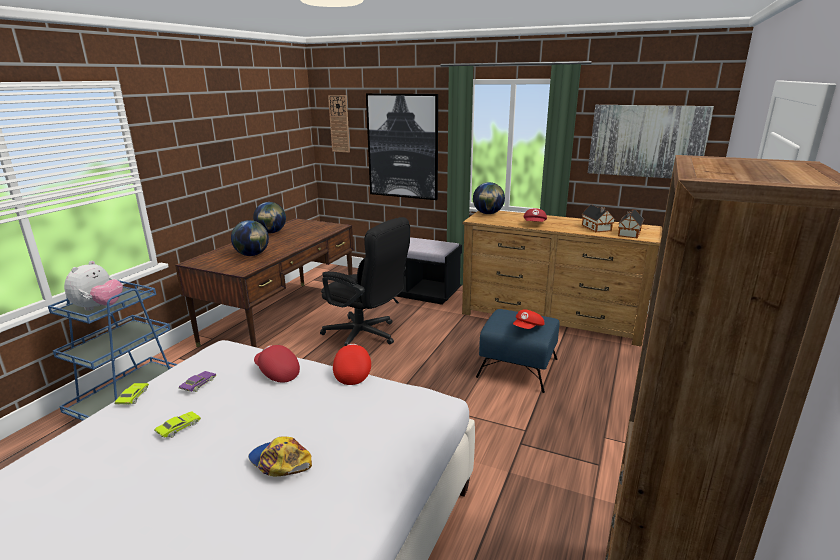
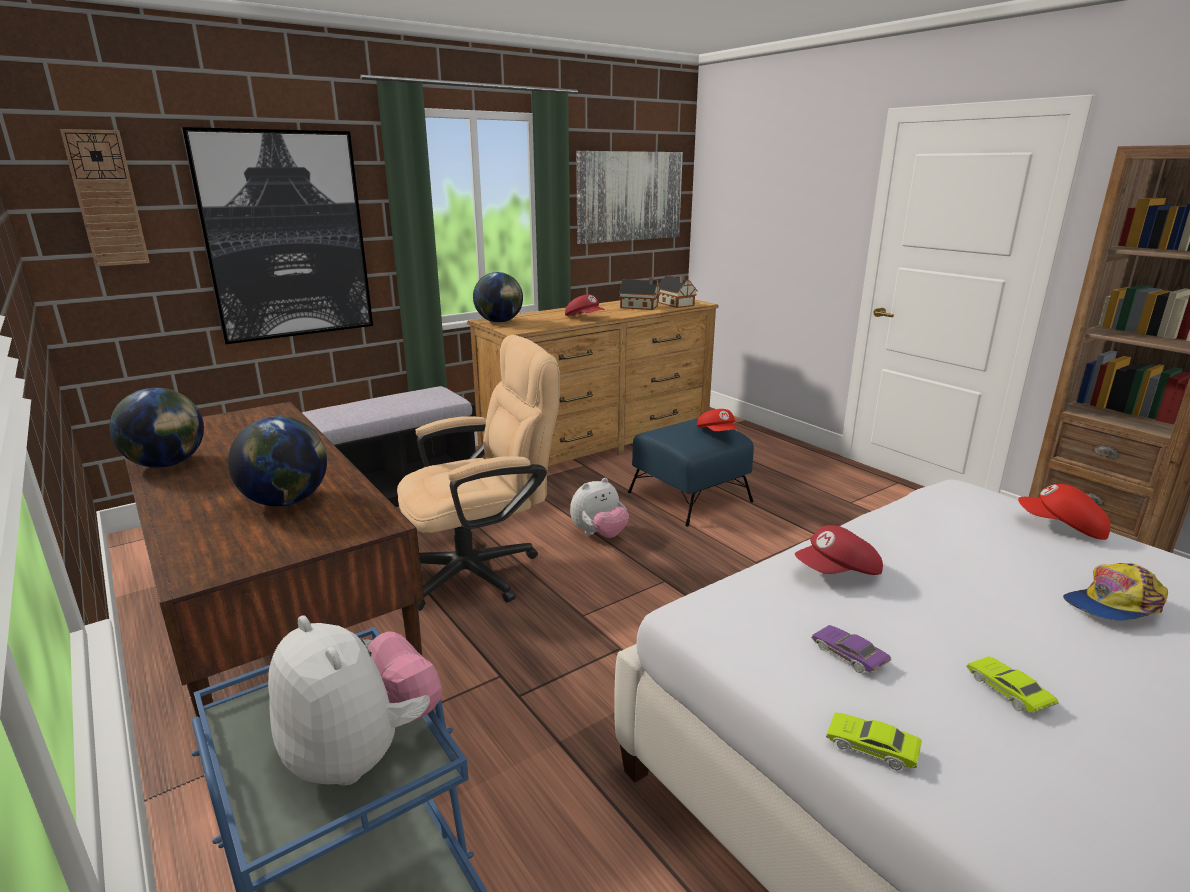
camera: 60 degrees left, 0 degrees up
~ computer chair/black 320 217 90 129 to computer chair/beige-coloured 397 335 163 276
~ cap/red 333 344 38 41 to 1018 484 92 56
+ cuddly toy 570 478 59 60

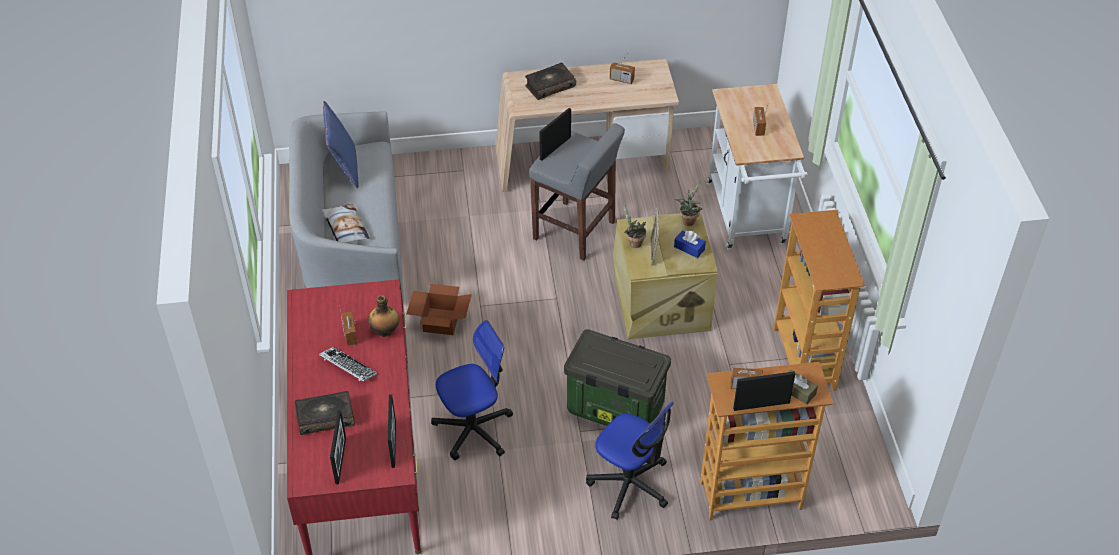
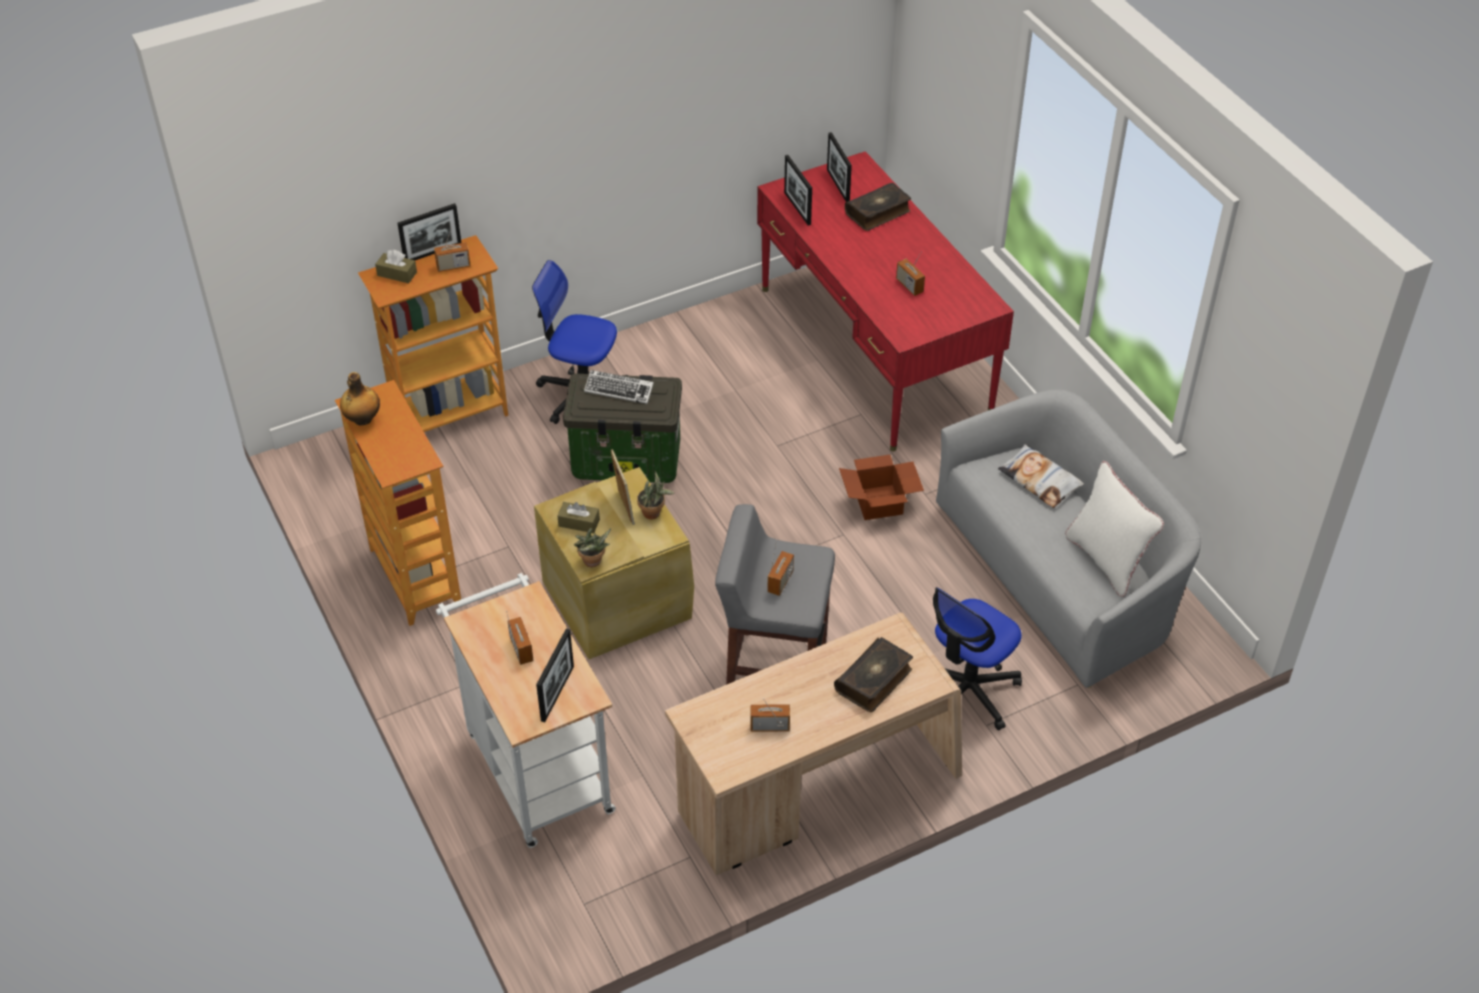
camera: 160 degrees right, 0 degrees up
~ throw pillow/blue-coloured 323 101 36 87 to throw pillow/white-coloured 1065 461 99 136
~ standing frame 539 108 32 53 to 536 628 38 94
~ box of tissues/blue-coloured 674 230 32 28 to box of tissues/brown 557 502 43 31
~ bottle 368 295 31 42 to 340 372 40 53
~ computer chair 431 320 82 140 to 933 587 89 143
~ PC keyboard 319 347 58 35 to 584 370 70 34
+ radio 767 540 27 56

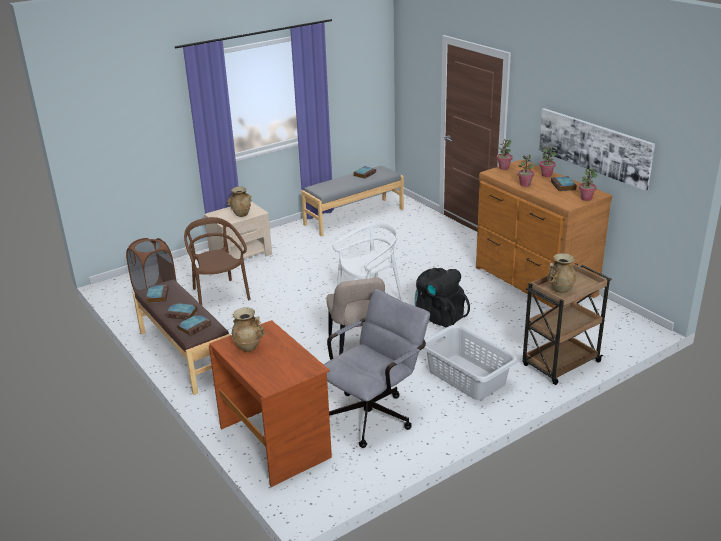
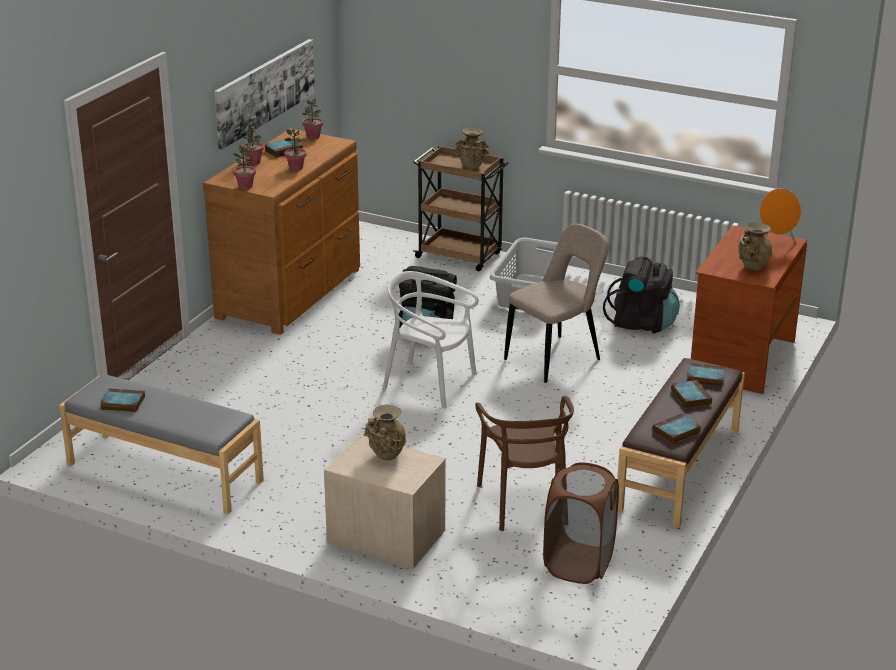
camera: 120 degrees left, 0 degrees up
~ chair/brown 184 217 67 88 = 475 396 99 135 45 degrees counterclockwise
~ computer chair/gray 323 289 107 159 to rucksack/black 603 256 77 77
+ loudspeaker/orange-coloured 760 188 41 56

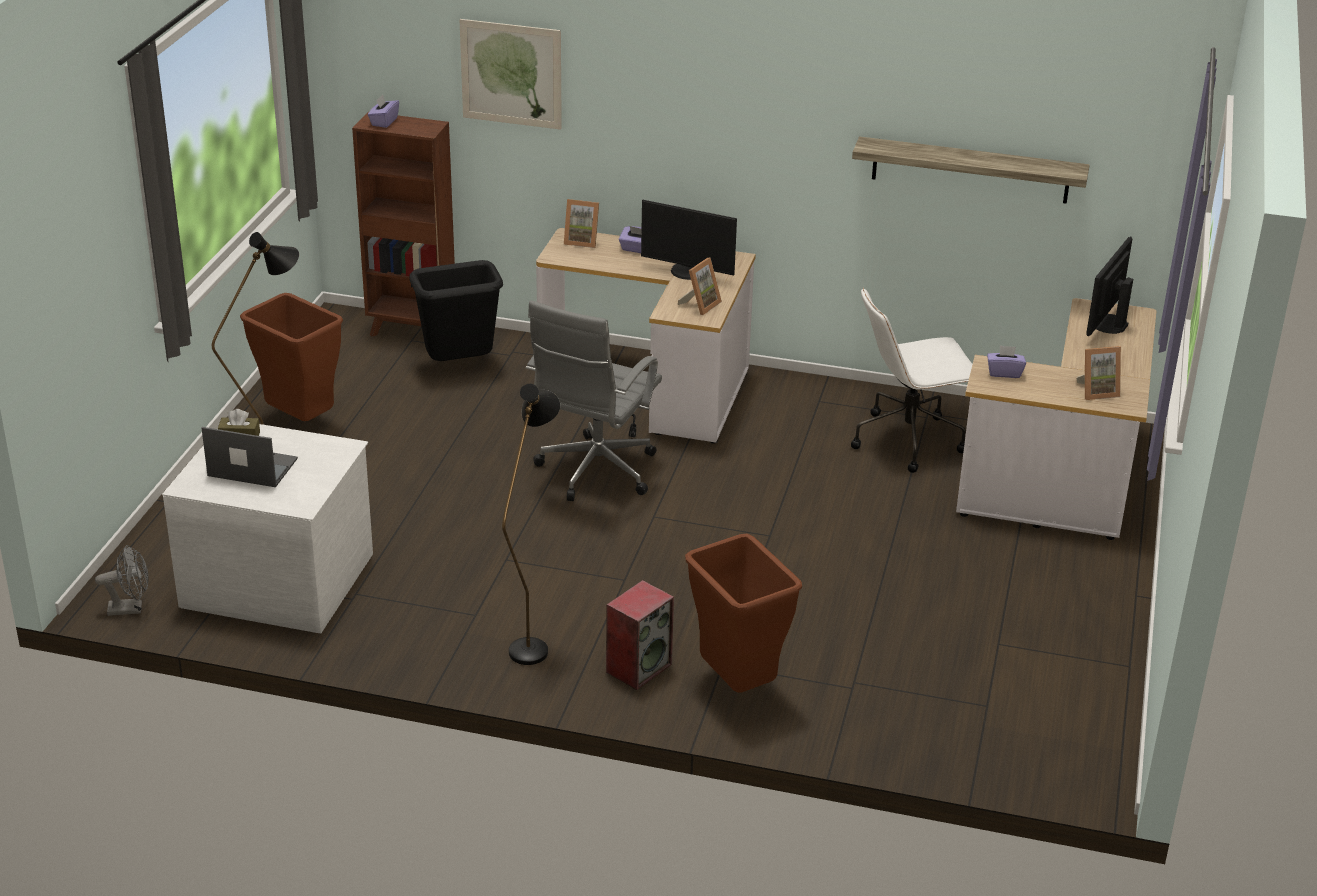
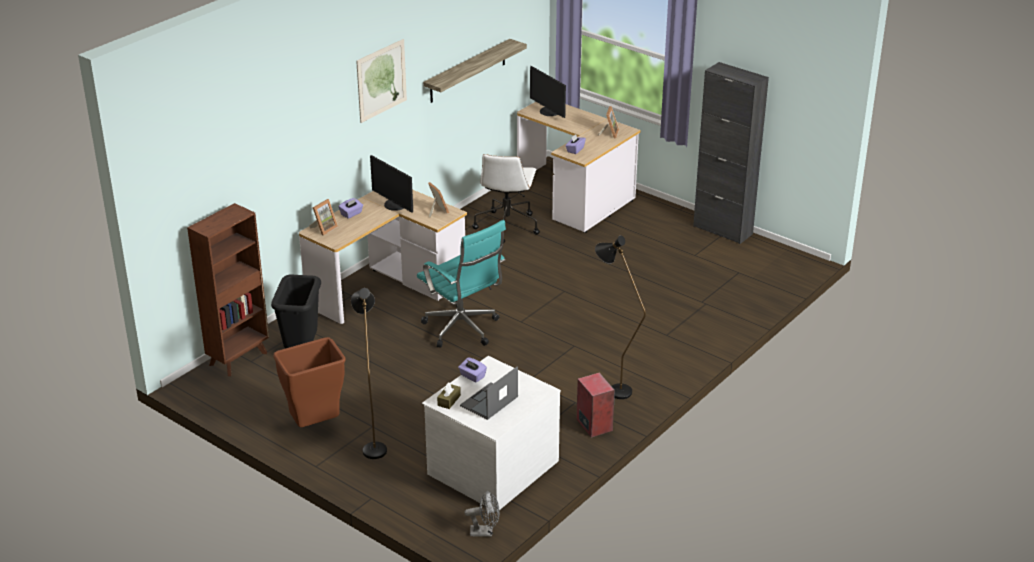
camera: 65 degrees left, 0 degrees up
~ picture 460 19 102 111 to 356 39 51 84
~ box of tissues/purplish 368 95 31 33 to 458 358 29 25
~ computer screen 641 200 96 80 = 370 155 43 58 90 degrees clockwise
~ computer chair/gray 526 301 136 200 to computer chair/blue-green 417 220 89 128
- waste bin/brown 685 534 117 159
~ electric fan/gray 95 545 54 71 = 464 491 36 46 75 degrees clockwise
~ loudspeaker 606 580 68 110 to 576 372 39 66
+ storage cabinet/black 693 62 76 182

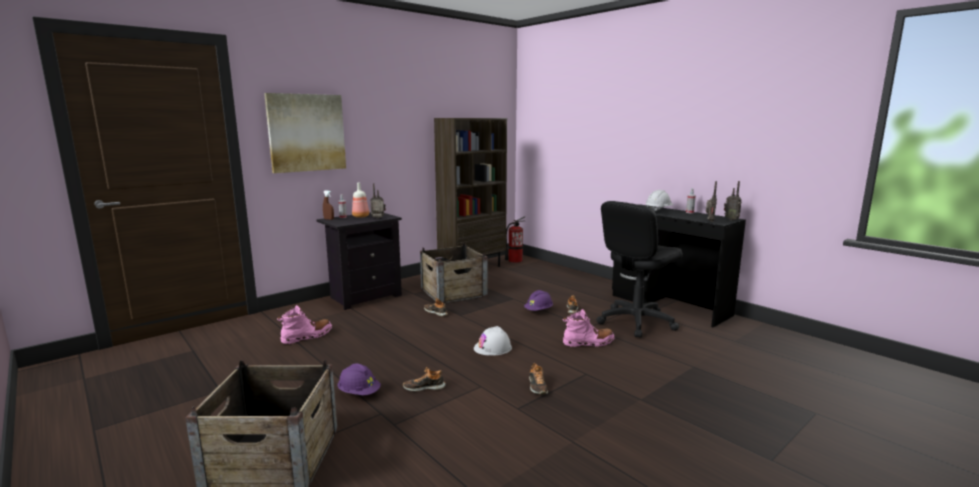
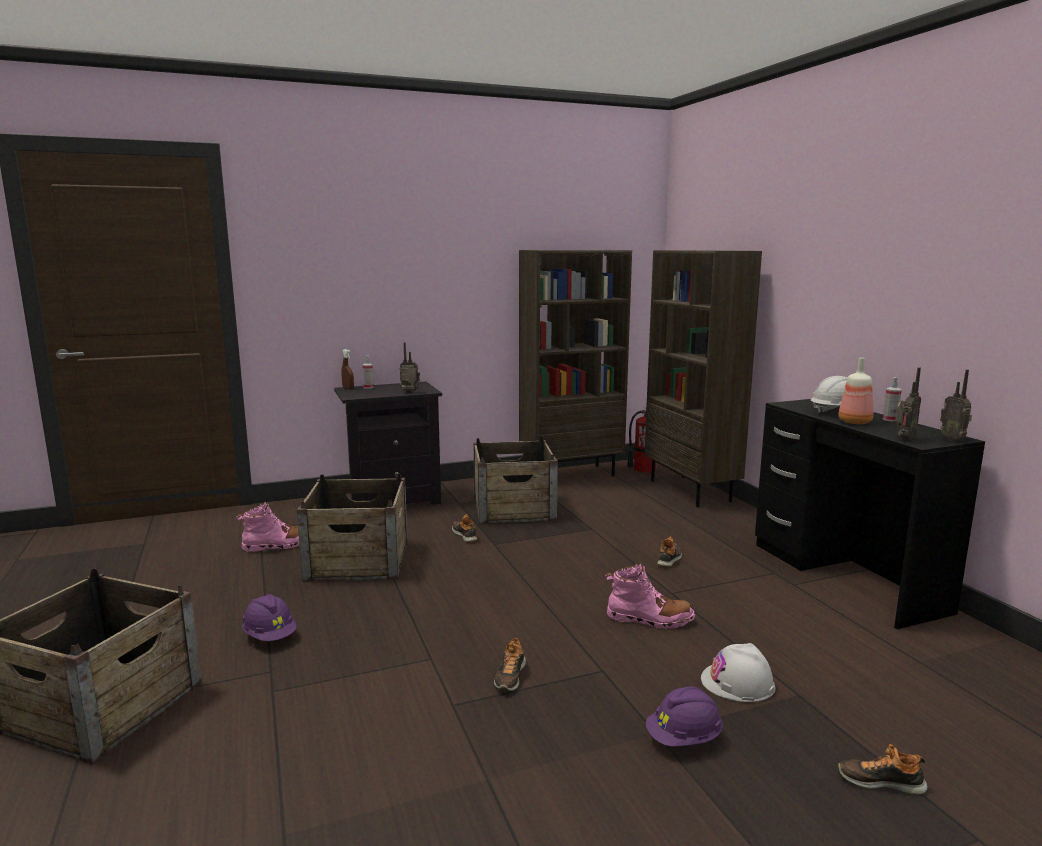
camera: 20 degrees right, 0 degrees up
- picture 264 93 82 80
~ bottle 352 183 17 35 to 838 358 35 66
- computer chair/black 596 201 87 137
~ work helmet/purplish 524 290 29 21 to 646 686 77 61
~ work helmet/white-coloured 474 326 38 30 to 701 643 75 59
~ item of footwear 403 367 43 24 to 838 744 90 50
+ bookcase/brown 644 250 118 257
+ packing crate 297 473 111 109

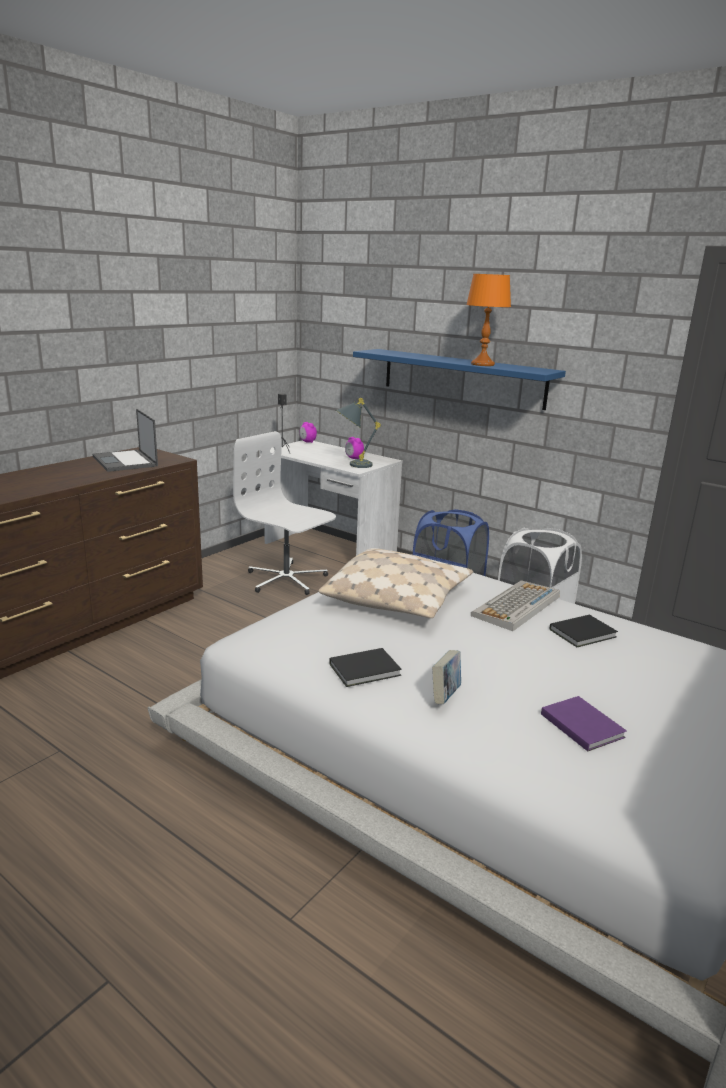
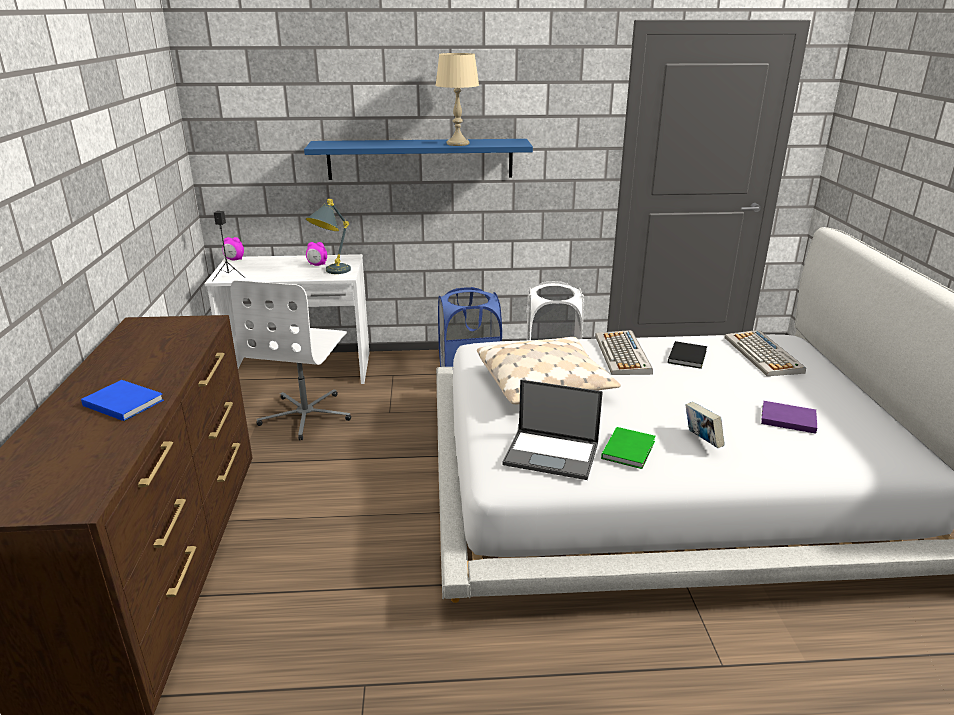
camera: 40 degrees left, 5 degrees up
~ tabletop lamp/orange-coloured 466 274 45 92 to tabletop lamp/beige-coloured 435 53 44 93
~ notebook computer 92 409 66 63 to 503 380 100 100
~ computer chair/white-coloured 233 431 103 164 = 231 280 120 160 75 degrees counterclockwise
~ book/black 329 648 73 39 to book/green-coloured 601 427 55 42
+ PC keyboard 725 330 81 46
+ book/blue-coloured 81 380 83 41

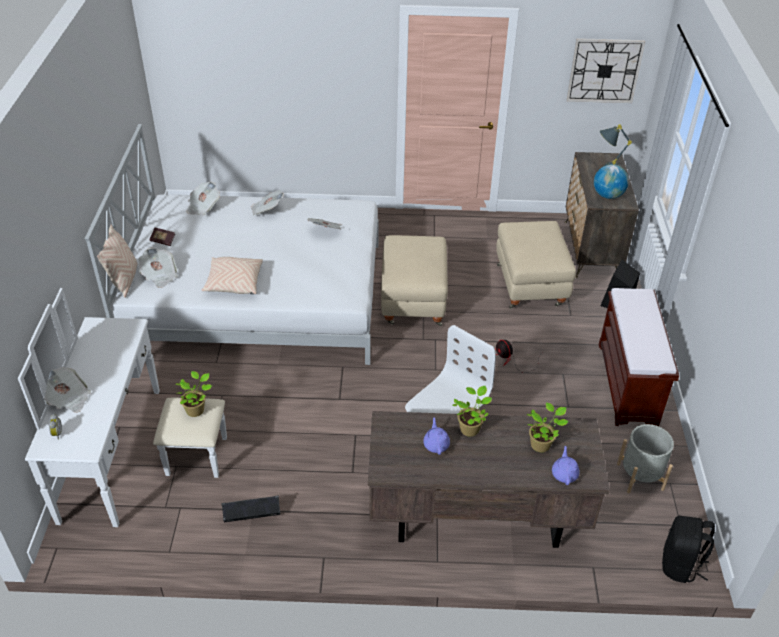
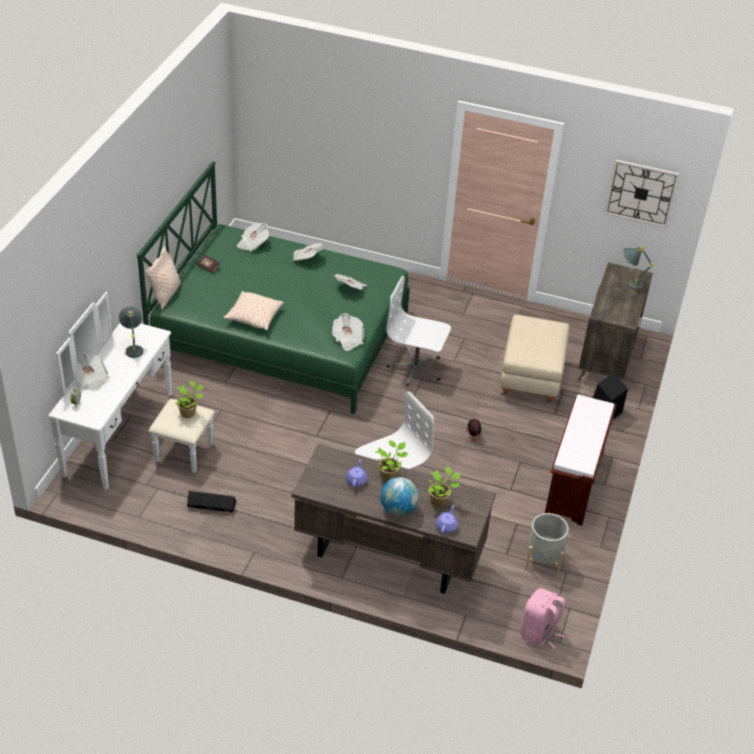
camera: 15 degrees right, 0 degrees up
~ bedroom bed/white-coloured 85 124 294 241 to bedroom bed/green-coloured 137 161 273 253
~ world globe 594 164 35 35 to 380 477 39 39
~ ottoman/beige-coloured 381 235 67 91 to computer chair/white-coloured 386 276 65 110
~ printed paper 138 247 40 41 to 332 313 32 38
~ rucksack/black 662 516 53 67 to rucksack/pink-coloured 520 588 45 61
+ tabletop lamp/gray 119 306 24 52

